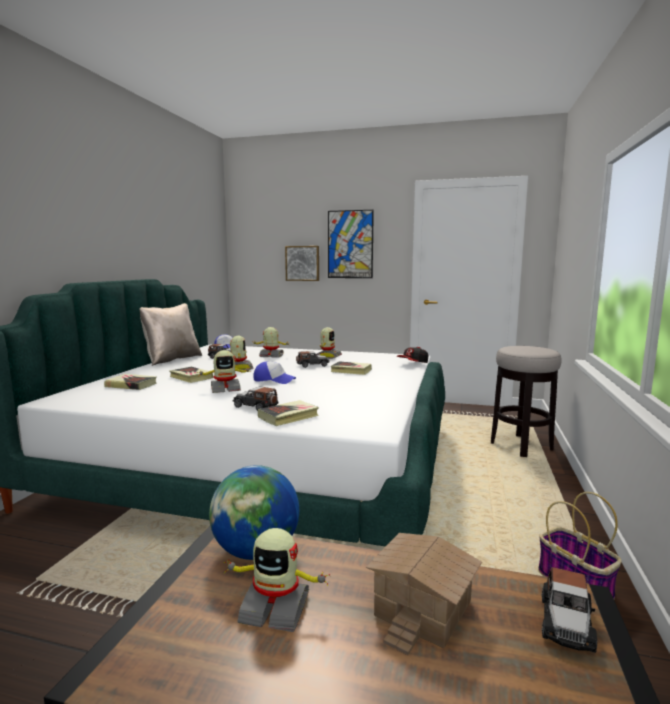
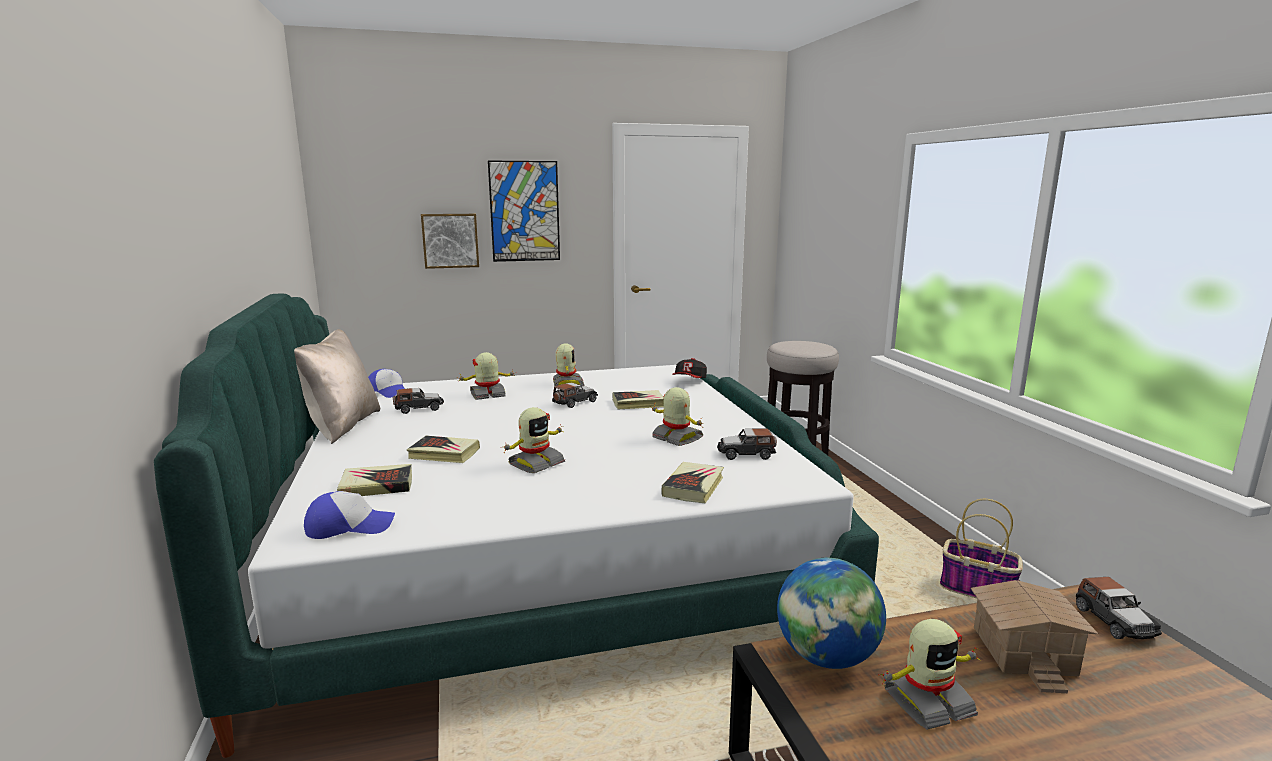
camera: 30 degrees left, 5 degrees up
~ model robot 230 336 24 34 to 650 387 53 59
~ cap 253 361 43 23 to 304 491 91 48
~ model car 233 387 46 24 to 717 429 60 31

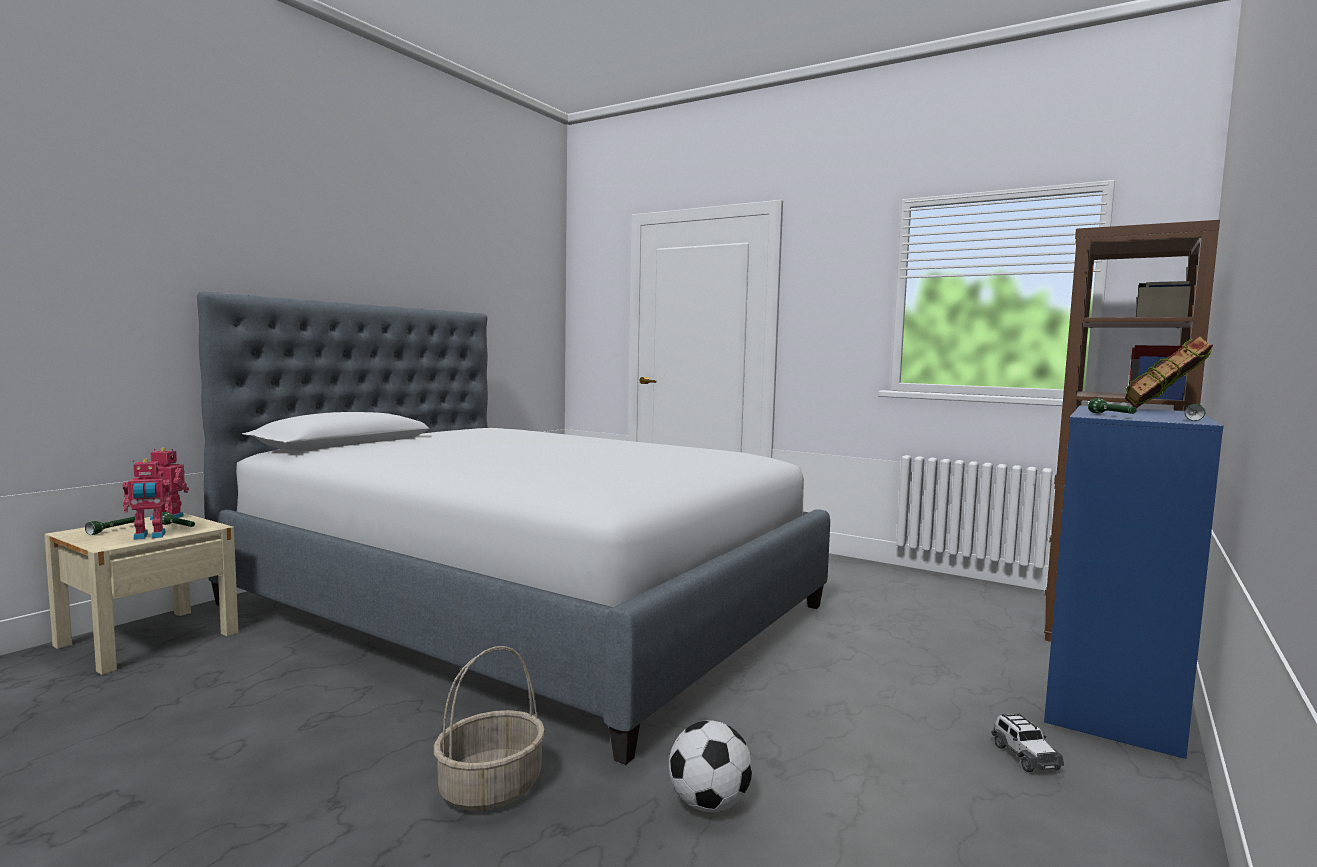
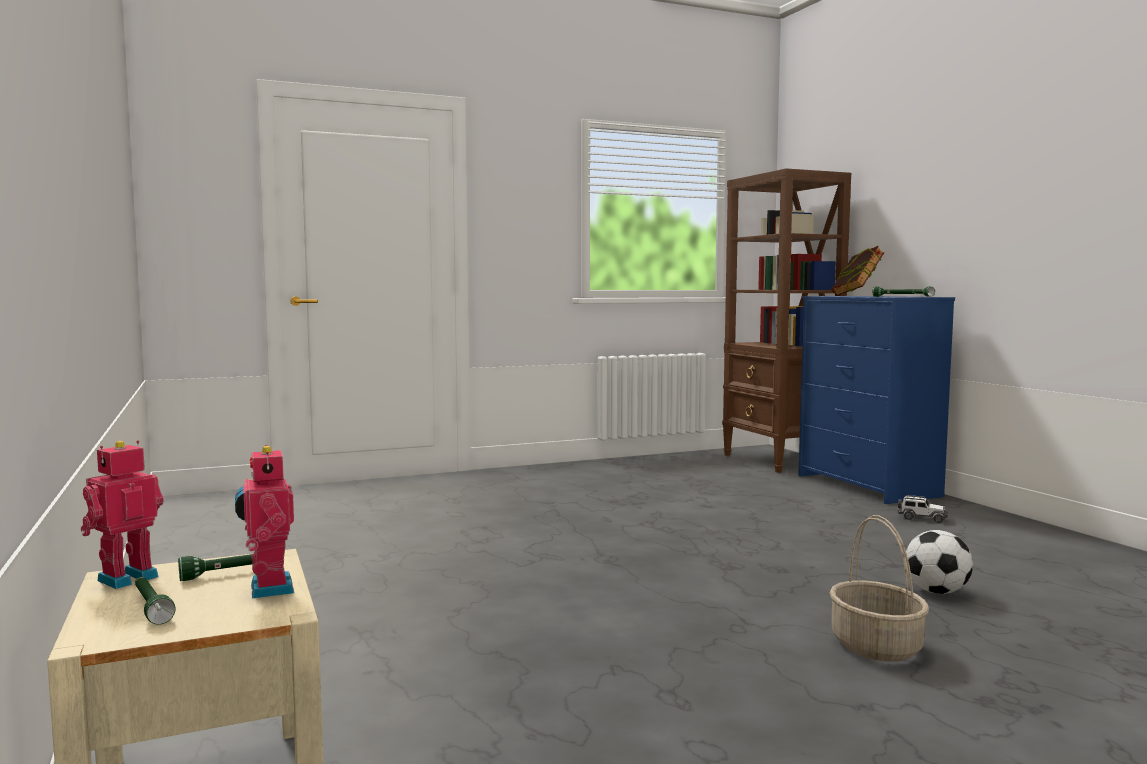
camera: 55 degrees left, 0 degrees up
- bedroom bed 197 292 633 473
~ model robot 123 458 48 82 = 235 445 59 153 150 degrees clockwise

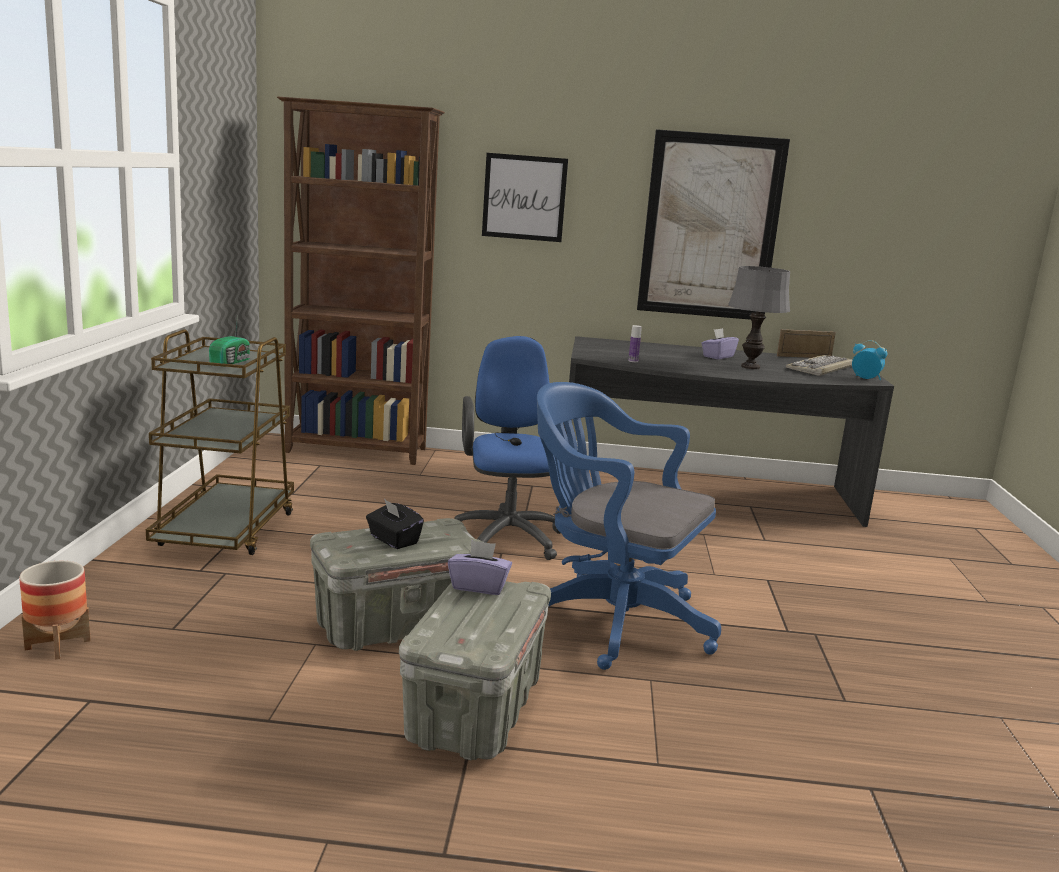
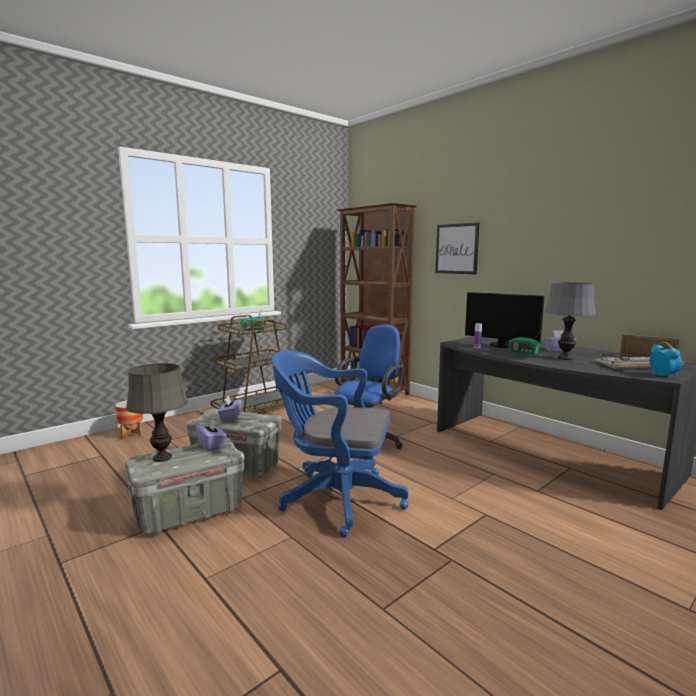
camera: 45 degrees right, 5 degrees down
- picture 637 129 153 192
~ computer chair/blue-coloured 537 382 184 288 = 272 351 136 186 60 degrees counterclockwise
~ box of tissues/black 366 499 58 50 to box of tissues/purplish 218 395 24 27
+ computer screen 465 292 80 56
+ radio 510 329 32 26
+ tabletop lamp/gray 126 363 62 99

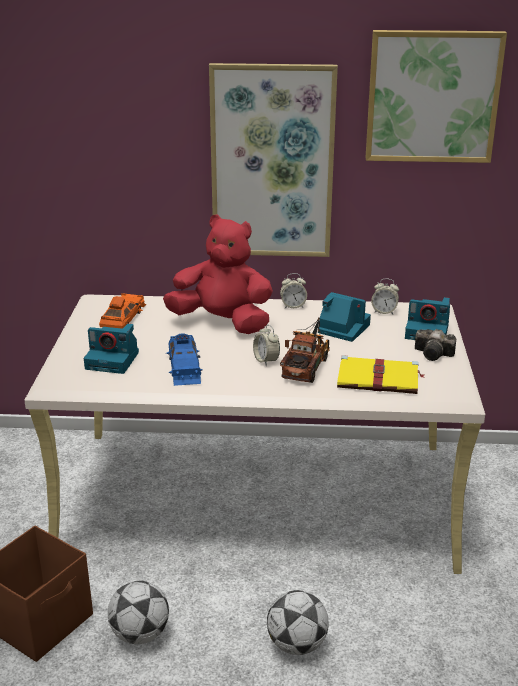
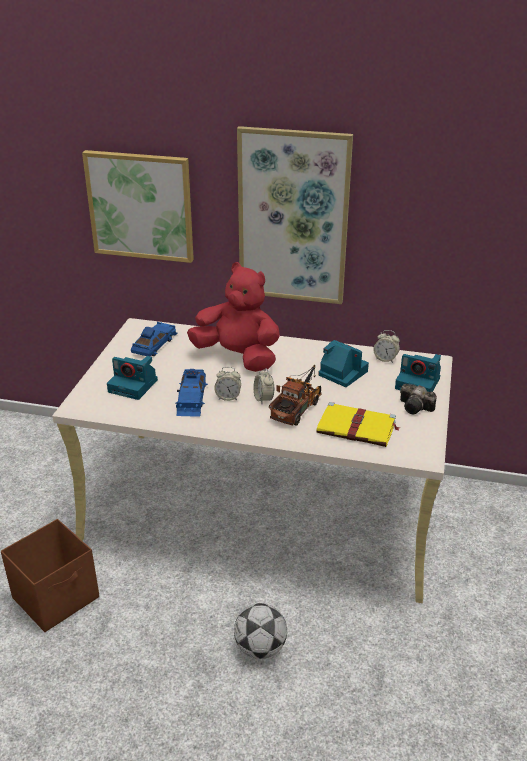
camera: 10 degrees right, 5 degrees up
~ picture 365 30 142 133 to 82 150 112 113
~ bedside clock 280 273 27 35 to 214 367 27 34
~ model car/orange-coloured 99 293 47 36 to model car/blue-coloured 131 322 47 34
- football ball 108 581 61 63

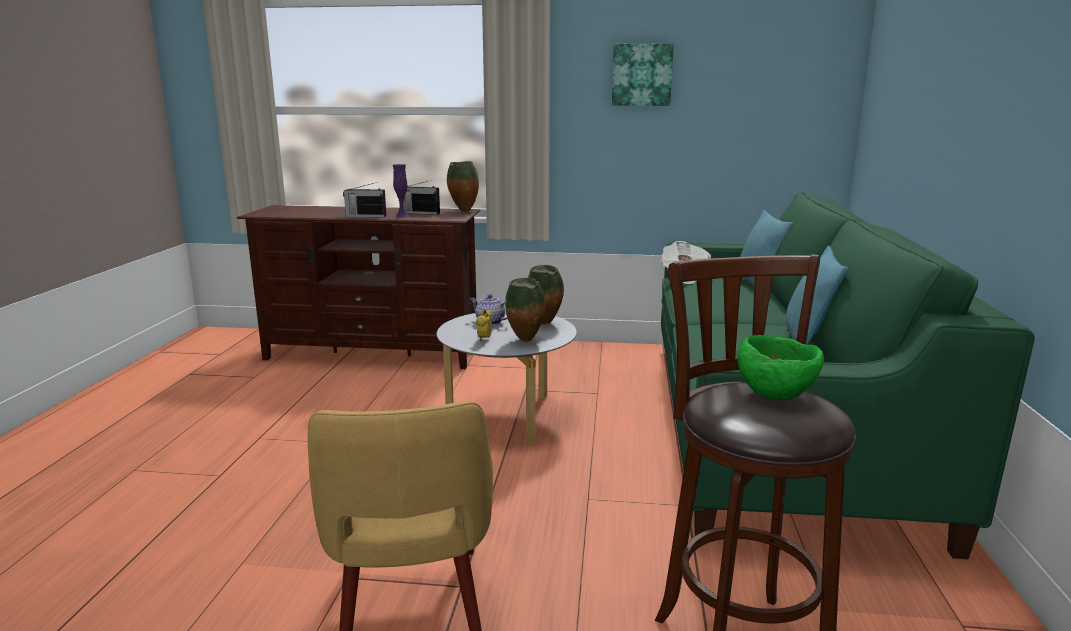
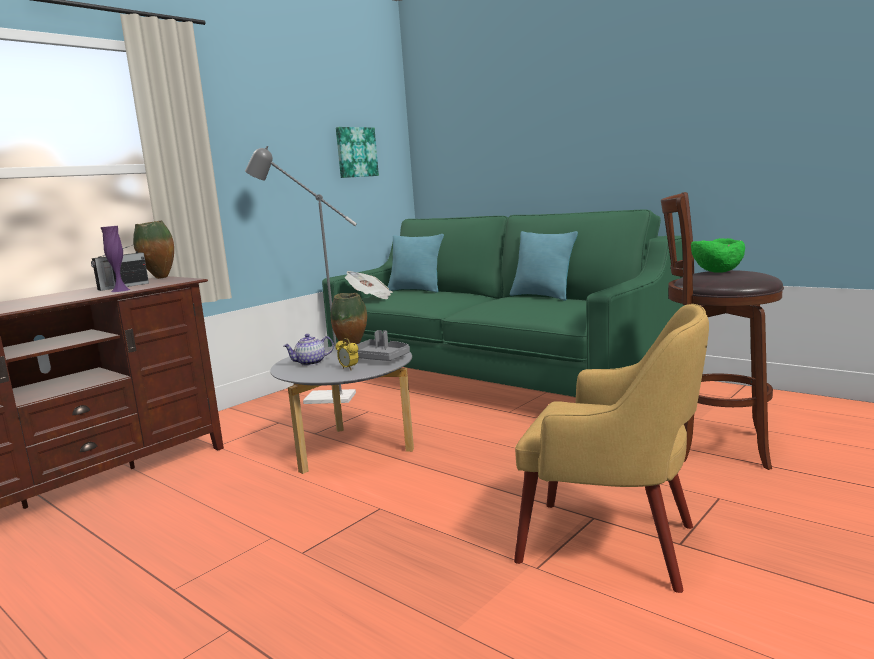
camera: 55 degrees left, 5 degrees down
~ picture 612 43 62 63 to 336 127 43 51
- radio 343 183 43 34
~ vase 505 278 41 64 to carrying tray/gray 357 330 53 31
+ standard lamp/gray 245 146 112 258

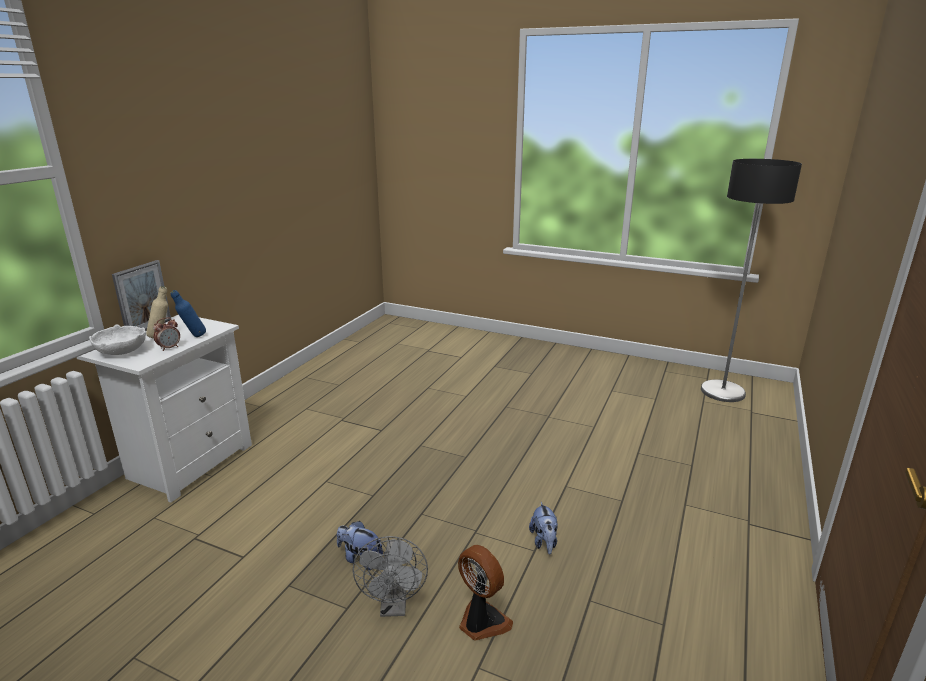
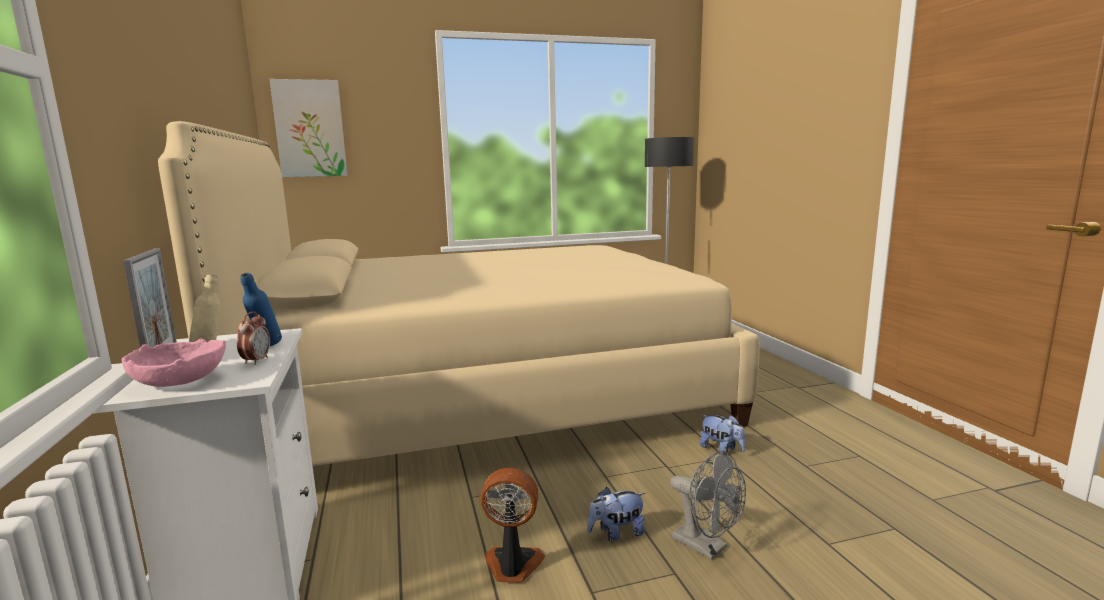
camera: 40 degrees left, 10 degrees down
~ deep dish/white-coloured 89 325 57 30 to deep dish/pink-coloured 122 338 104 49
~ electric fan 458 545 55 96 to 480 468 65 115
+ picture 269 79 79 98
+ bedroom bed/beige-coloured 158 121 602 345

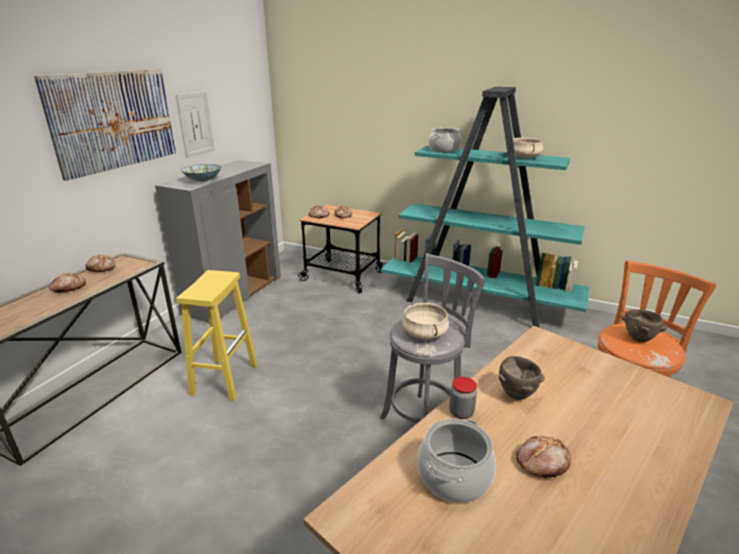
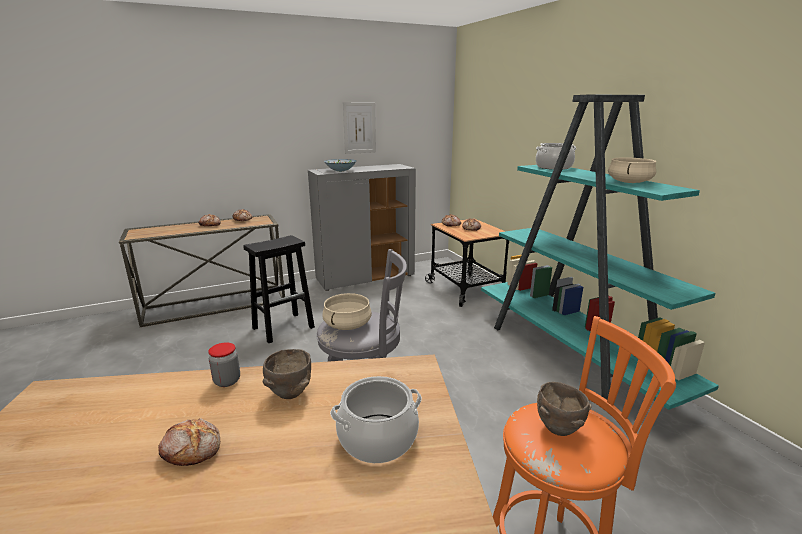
camera: 40 degrees right, 5 degrees down
- picture 34 69 142 112
~ stool seat/yellow-coloured 176 270 82 131 to stool seat/black 243 235 72 108
~ stockpot 418 419 78 84 to 330 376 92 87

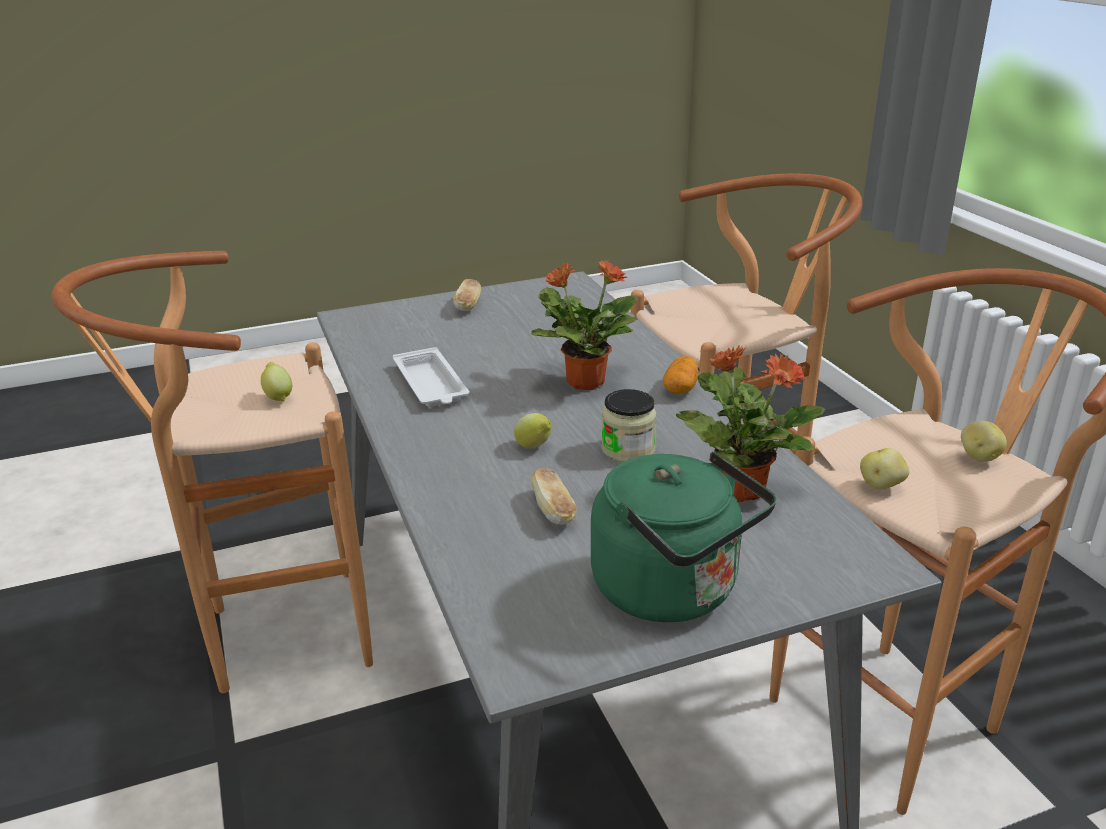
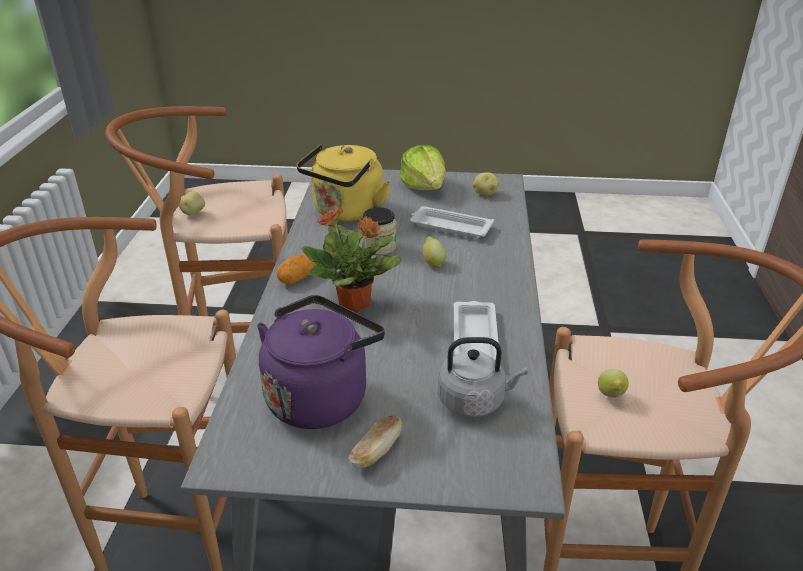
camera: 155 degrees left, 5 degrees up
~ houseplant 676 345 149 157 to kettle/yellow-coloured 296 144 95 78
~ potato 860 448 49 42 to 473 172 26 23
~ kettle/green-coloured 591 452 185 170 to lettuce 399 145 47 45
~ baked bread 532 469 45 56 to carrying tray/white-coloured 410 206 84 32
+ kettle/purplish 257 295 128 134
+ kettle/gray 438 337 90 80

